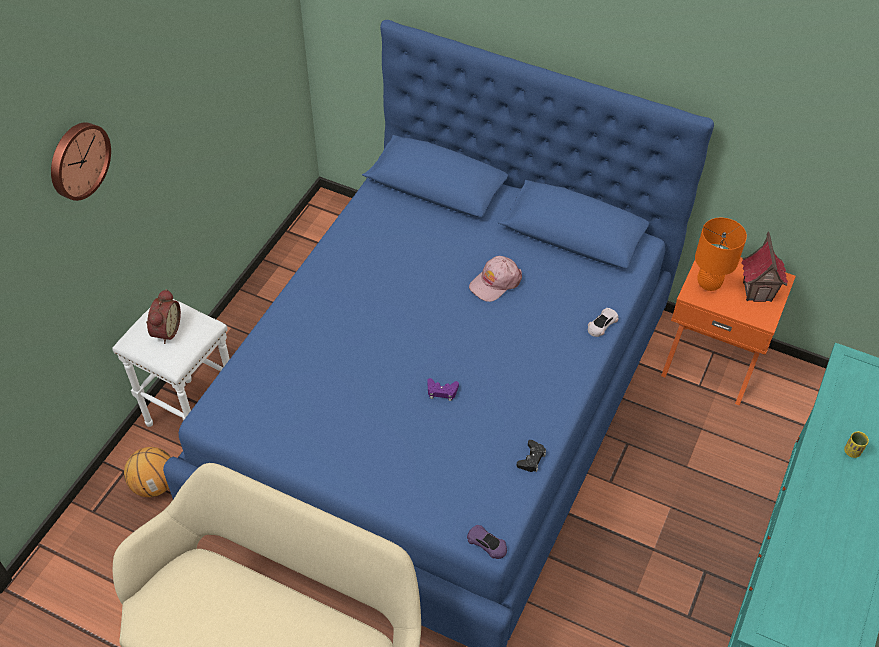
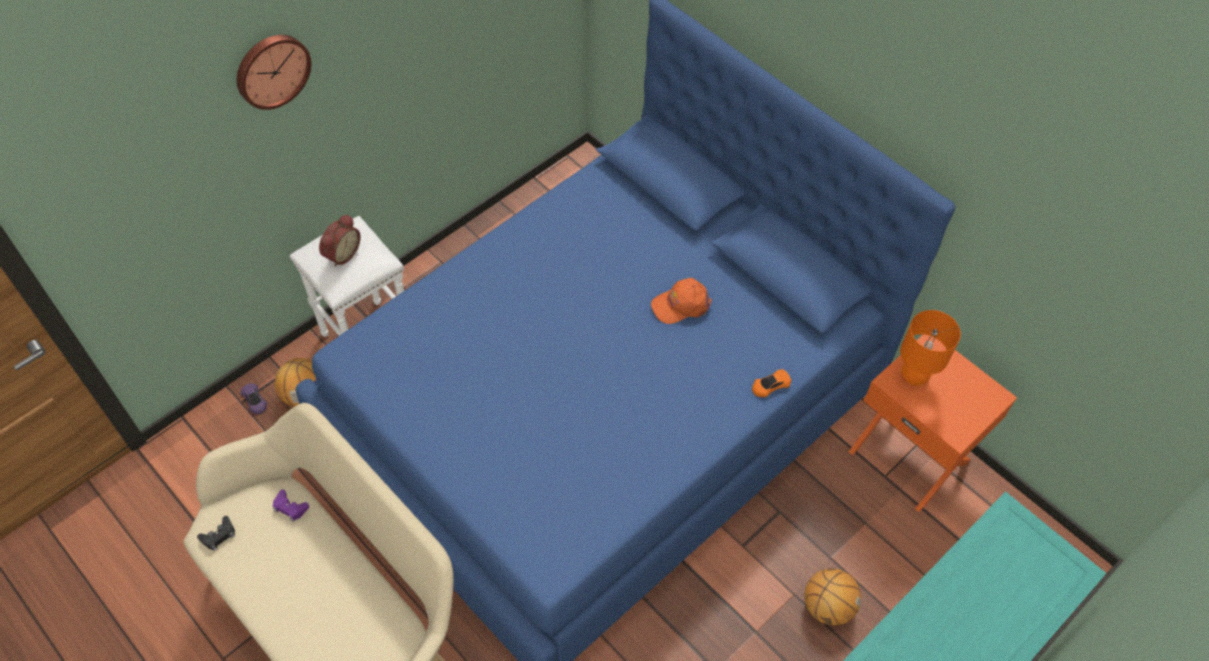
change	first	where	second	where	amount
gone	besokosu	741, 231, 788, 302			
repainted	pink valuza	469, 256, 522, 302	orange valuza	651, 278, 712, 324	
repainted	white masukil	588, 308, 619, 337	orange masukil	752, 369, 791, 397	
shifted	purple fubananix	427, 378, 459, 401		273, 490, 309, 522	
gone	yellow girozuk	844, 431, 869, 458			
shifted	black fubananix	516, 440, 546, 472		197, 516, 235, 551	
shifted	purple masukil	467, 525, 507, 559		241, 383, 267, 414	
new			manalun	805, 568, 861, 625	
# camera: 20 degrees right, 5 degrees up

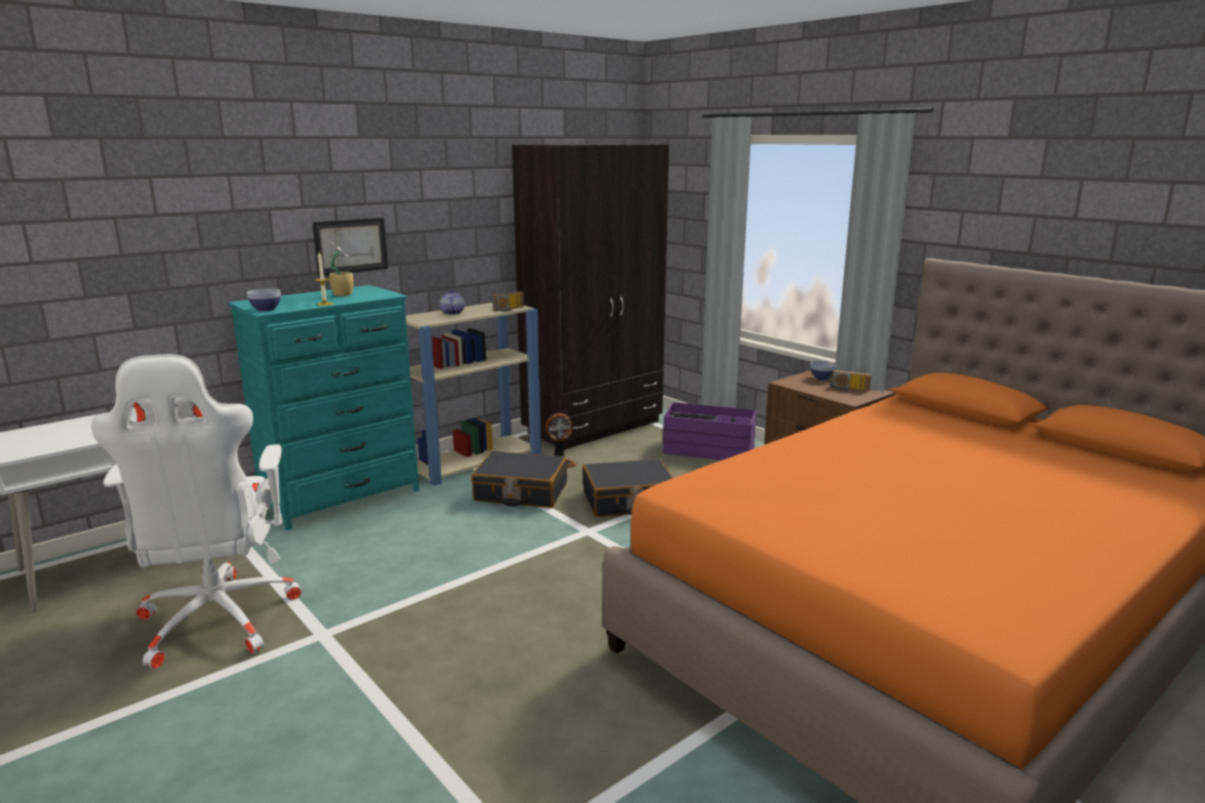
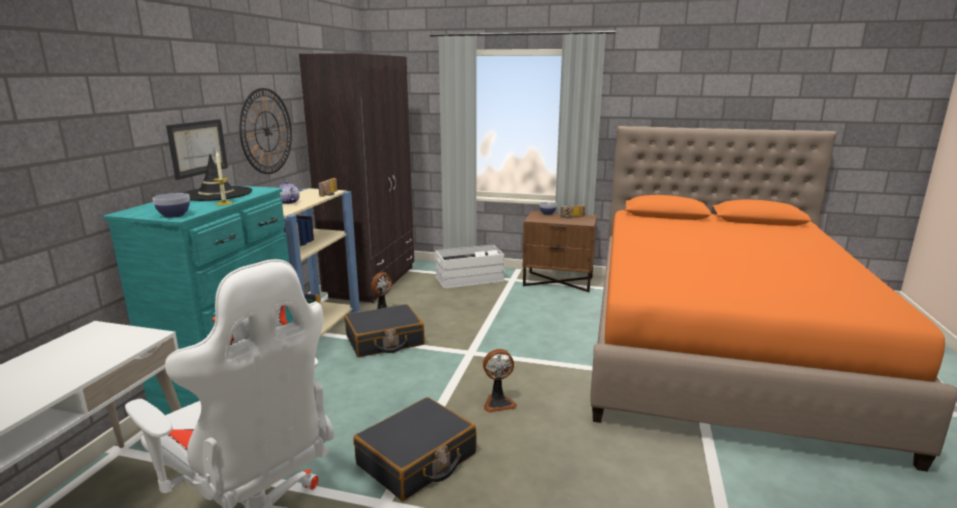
change	first	where	second	where	amount
swapped	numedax	328, 241, 353, 296	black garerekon	183, 154, 252, 201	
repainted	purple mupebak	662, 402, 756, 460	white mupebak	435, 245, 504, 288	
shifted	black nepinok	583, 459, 674, 517		353, 397, 477, 501	
new			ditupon	239, 88, 292, 174	
new			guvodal	483, 349, 517, 413	
# camera: 35 degrees left, 0 degrees up

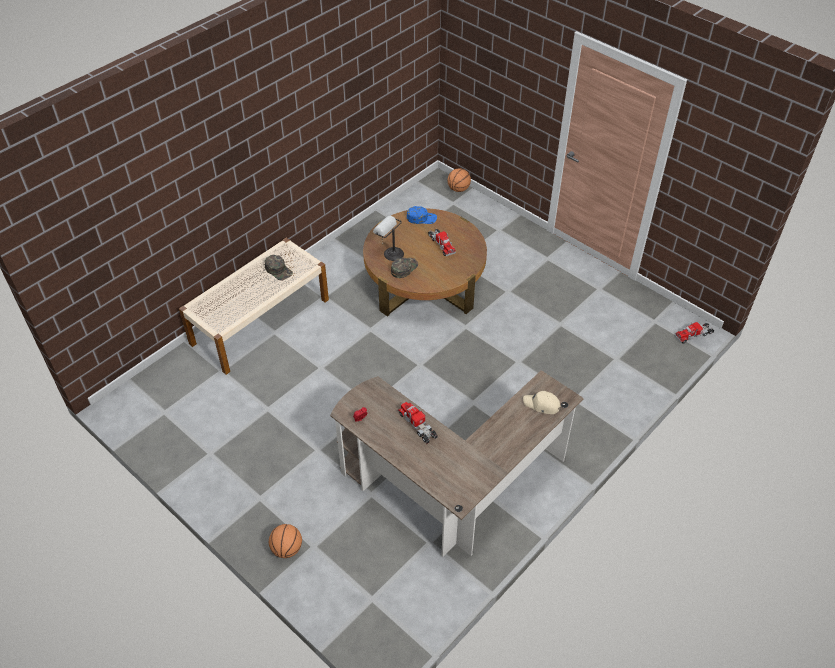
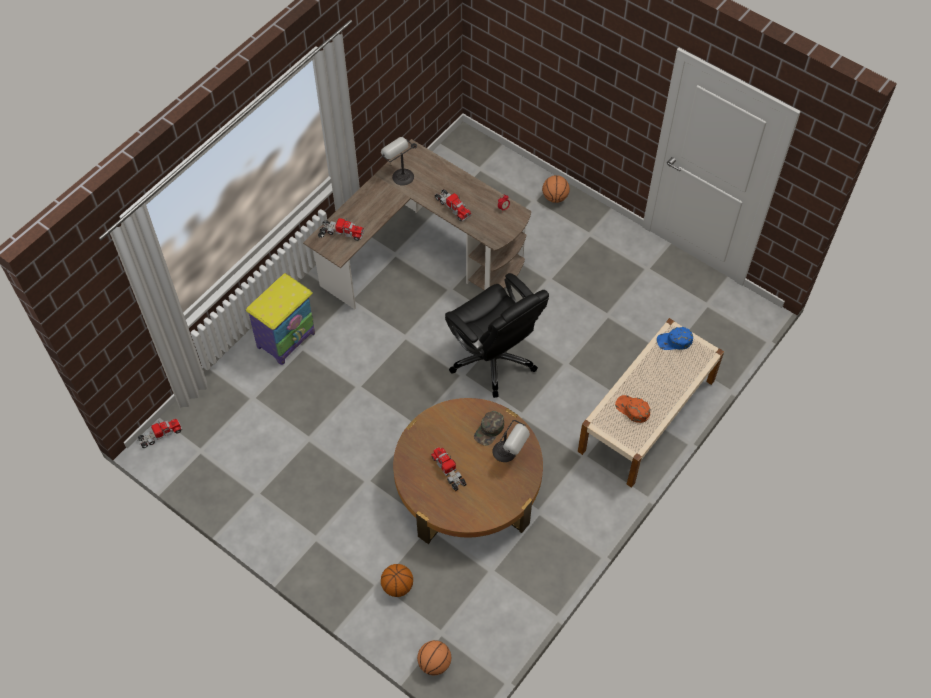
change	first	where	second	where	amount
shifted	blue valuza	407, 206, 437, 224		657, 327, 693, 350	
repainted	green valuza	265, 255, 293, 281	orange valuza	615, 395, 650, 423	
swapped	beige valuza	523, 391, 561, 414	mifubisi	320, 218, 364, 241	
new			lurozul	381, 137, 414, 186	
new			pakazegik	246, 273, 315, 365	
new			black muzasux	445, 273, 549, 398	
new			manalun	381, 564, 413, 597	
# camera: 175 degrees right, 10 degrees up

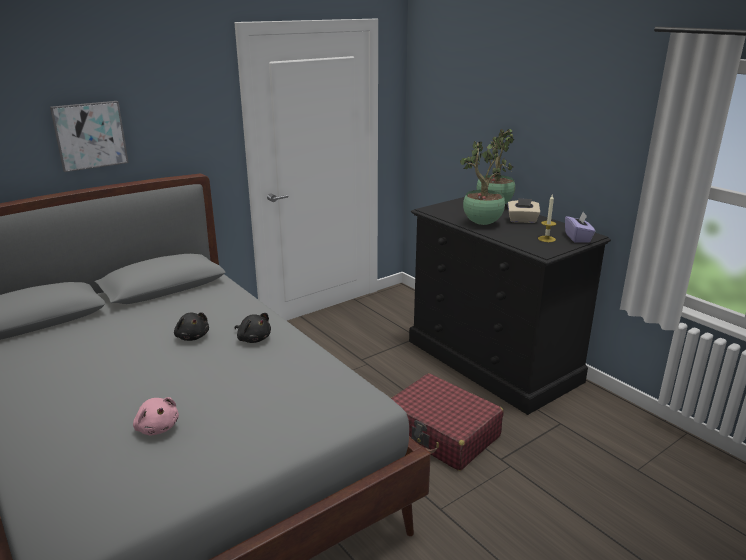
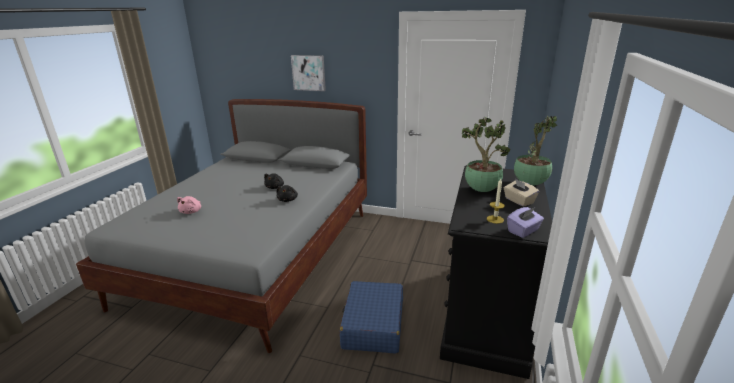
change	first	where	second	where	amount
repainted	red nepinok	391, 373, 504, 471	blue nepinok	340, 281, 403, 354	
# camera: 55 degrees right, 0 degrees up

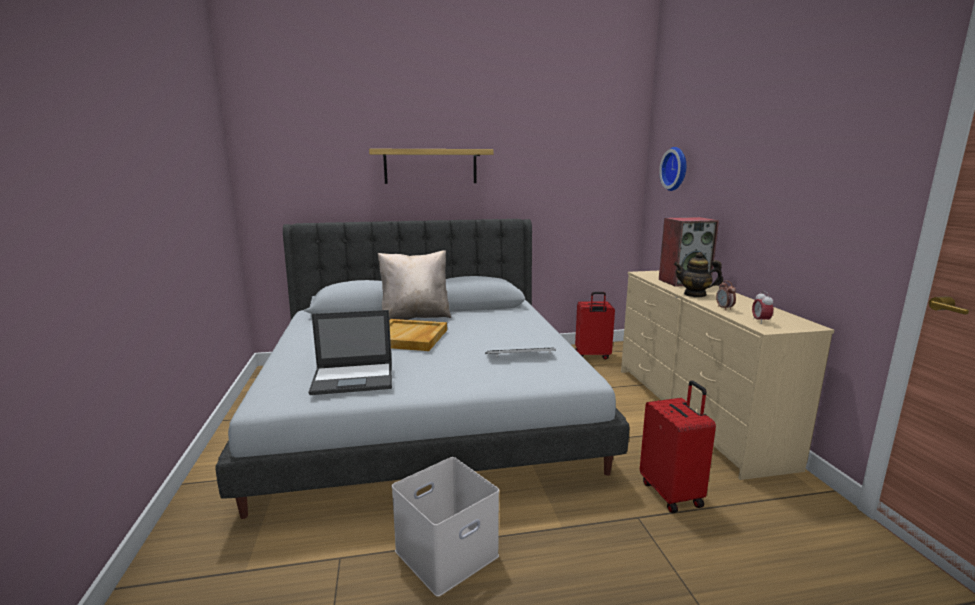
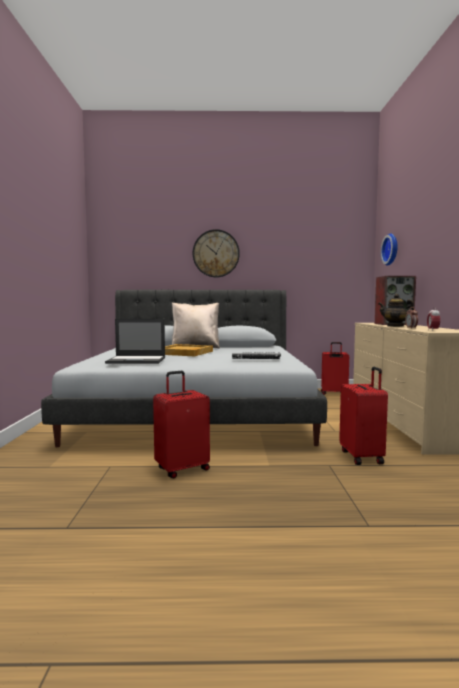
change	first	where	second	where	amount
swapped	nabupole	369, 149, 494, 184	ditupon	193, 229, 240, 277	
swapped	white mupebak	392, 457, 499, 597	red nepinok	153, 371, 210, 479	
# camera: 10 degrees right, 10 degrees down

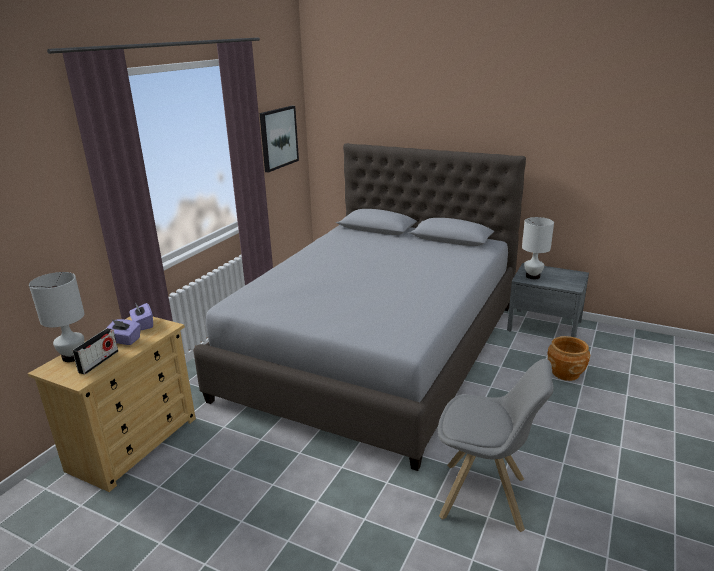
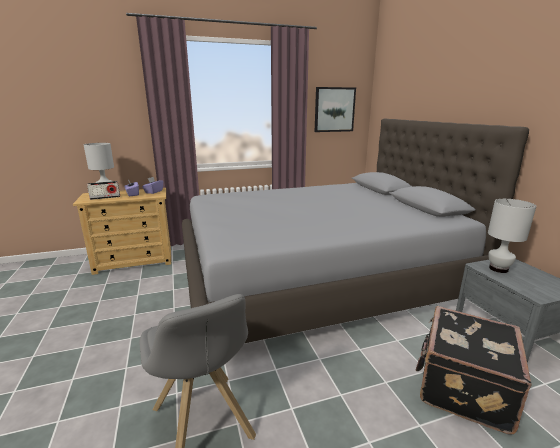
change	first	where	second	where	amount
swapped	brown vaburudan	548, 336, 590, 381	black nepinok	416, 306, 531, 435	
# camera: 45 degrees right, 5 degrees down

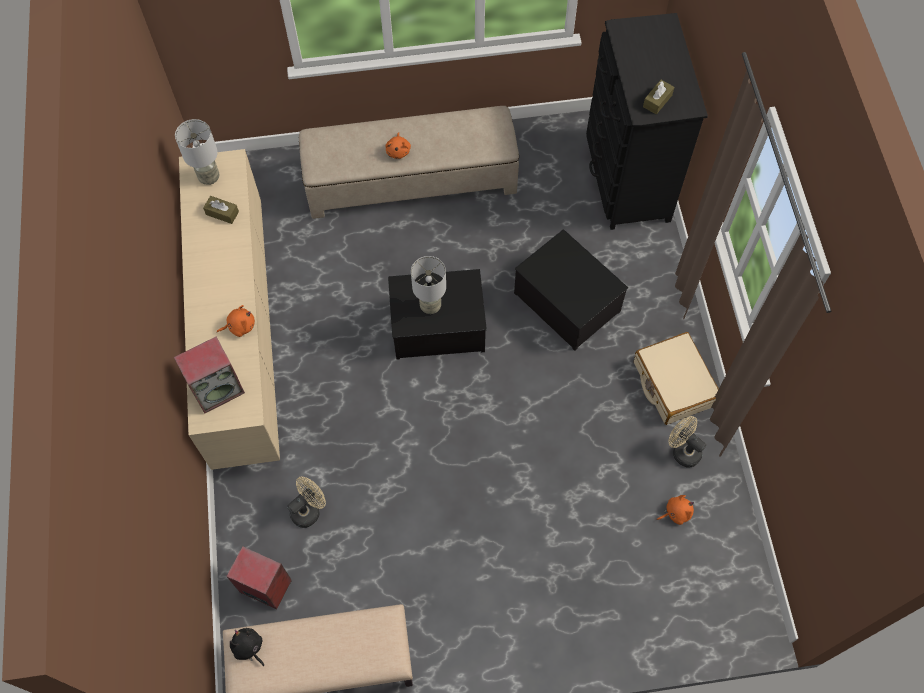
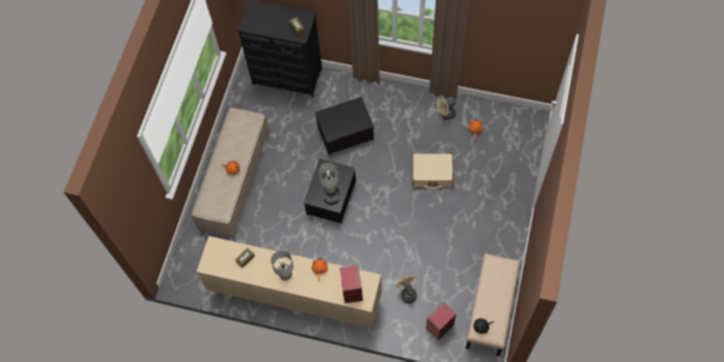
change	first	where	second	where	amount
shifted	grey lurozul	175, 119, 219, 185		271, 250, 294, 281	
shifted	beige nepinok	634, 332, 719, 425		412, 153, 454, 190	
# camera: 65 degrees left, 0 degrees up

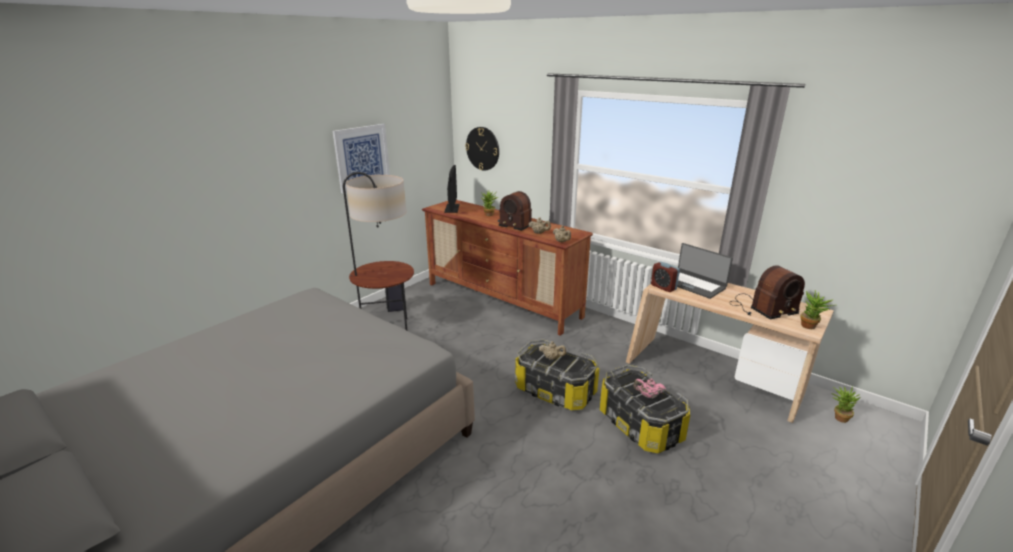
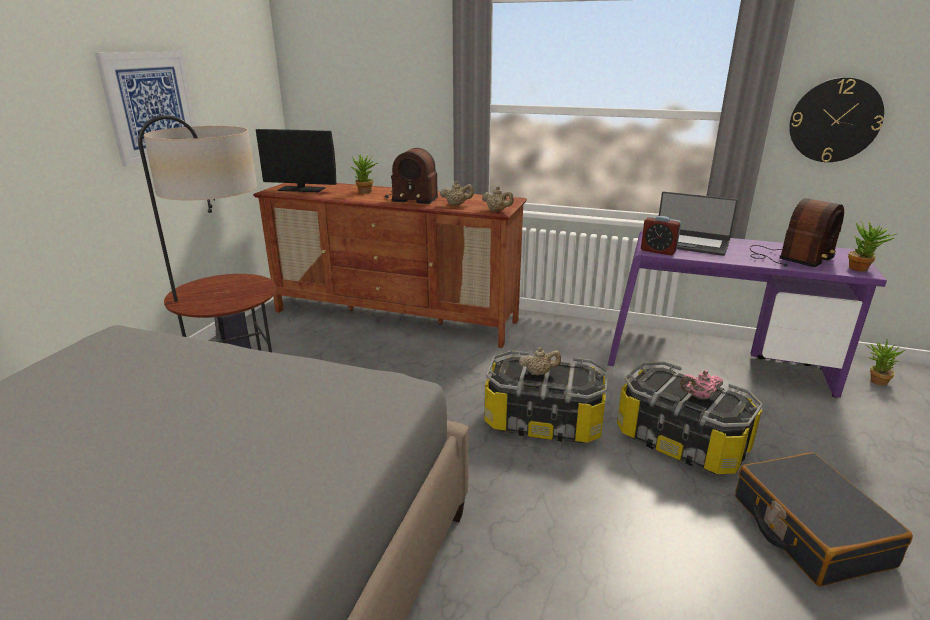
change	first	where	second	where	amount
shifted	ditupon	465, 127, 499, 171		789, 77, 884, 162	
rotated	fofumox	444, 165, 460, 213		256, 129, 336, 192	120 degrees clockwise
repainted	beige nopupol	626, 283, 834, 423	purple nopupol	608, 231, 887, 398	
new			black nepinok	735, 452, 913, 586	
# camera: 20 degrees left, 0 degrees up

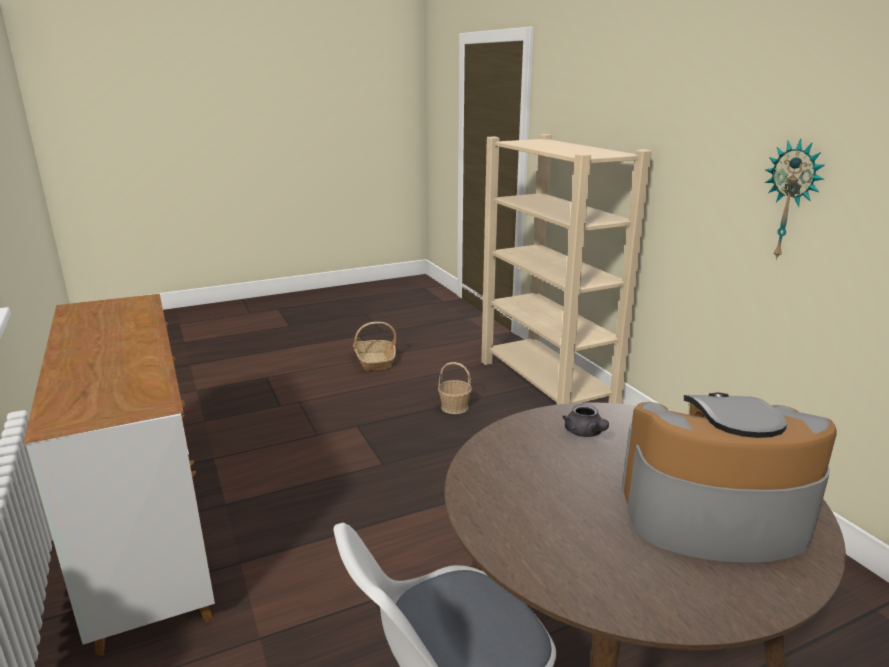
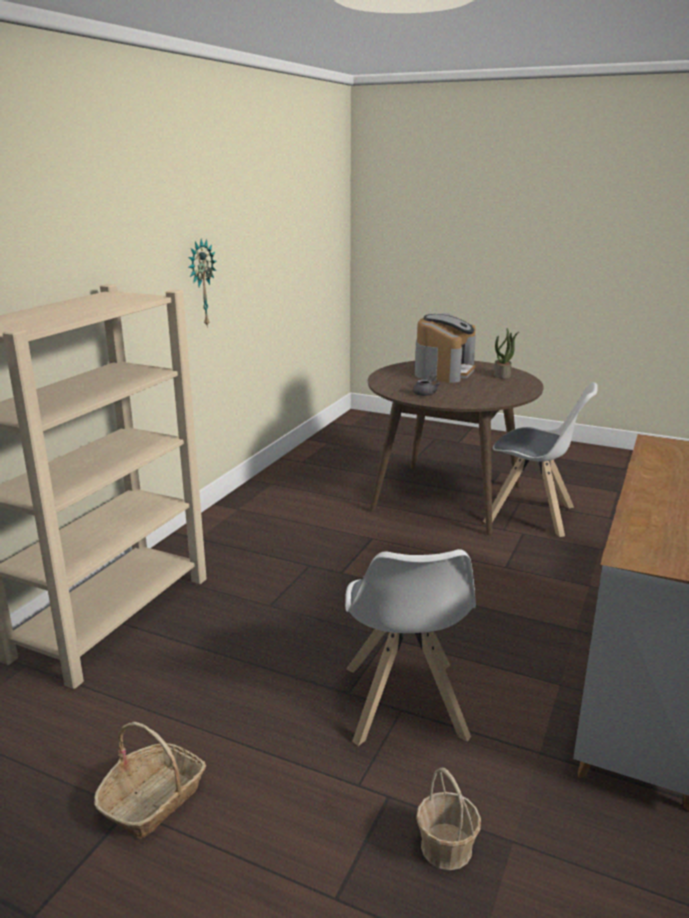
change	first	where	second	where	amount
shifted	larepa	438, 362, 472, 414		416, 767, 481, 870	
rotated	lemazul	622, 393, 836, 563		415, 313, 476, 383	120 degrees counterclockwise
new			numedax	494, 328, 519, 379	
new			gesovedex	345, 549, 476, 746	
# camera: 130 degrees left, 0 degrees up

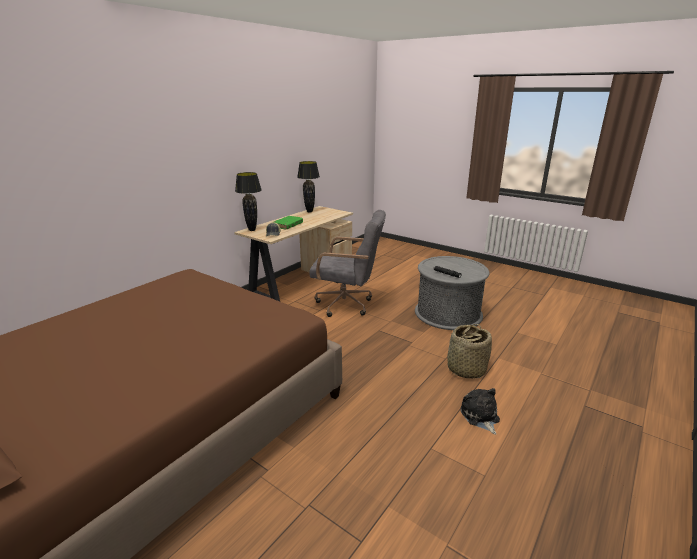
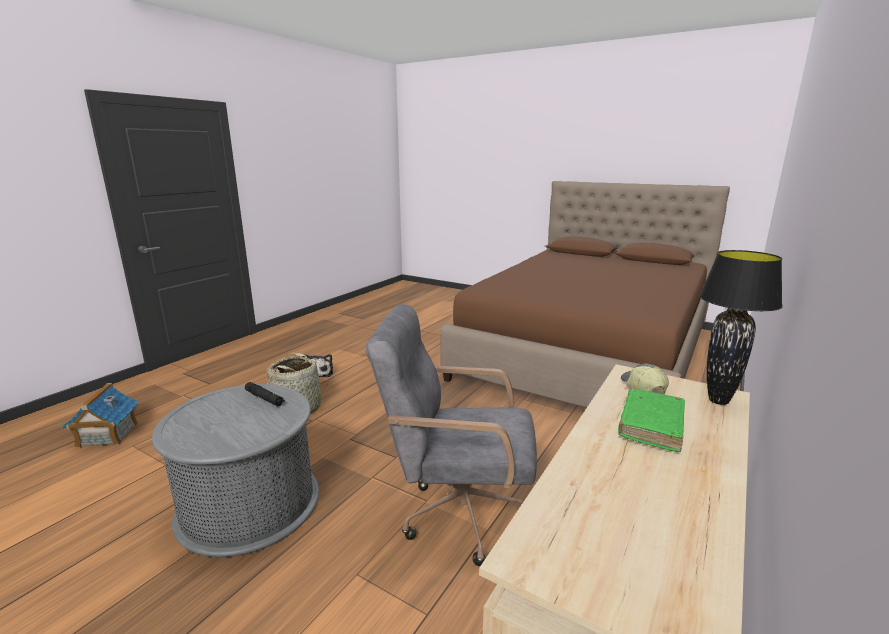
change	first	where	second	where	amount
gone	black lurozul	297, 161, 320, 213			
new			besokosu	62, 383, 139, 448	
# camera: 175 degrees right, 5 degrees down

